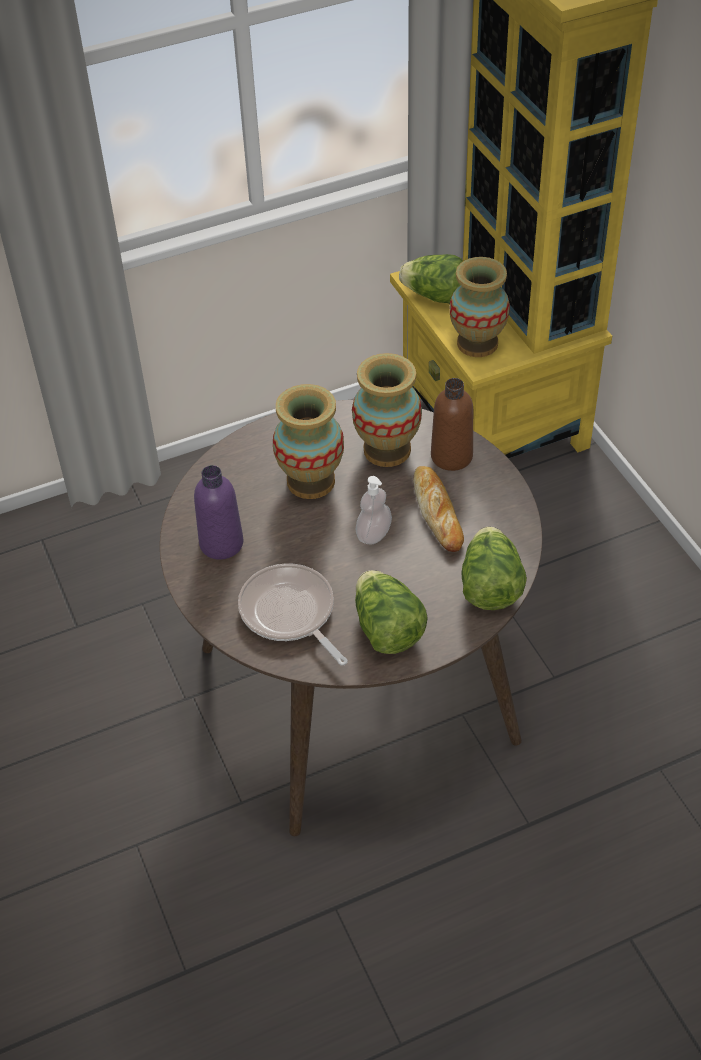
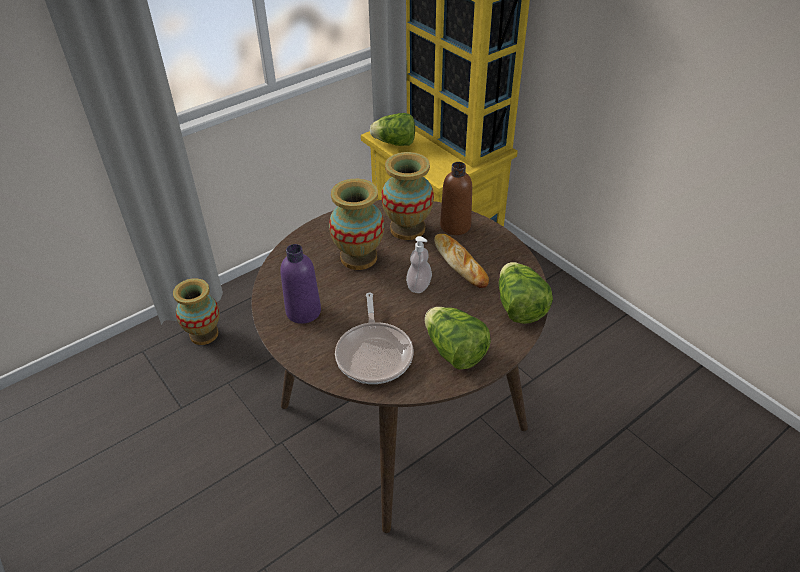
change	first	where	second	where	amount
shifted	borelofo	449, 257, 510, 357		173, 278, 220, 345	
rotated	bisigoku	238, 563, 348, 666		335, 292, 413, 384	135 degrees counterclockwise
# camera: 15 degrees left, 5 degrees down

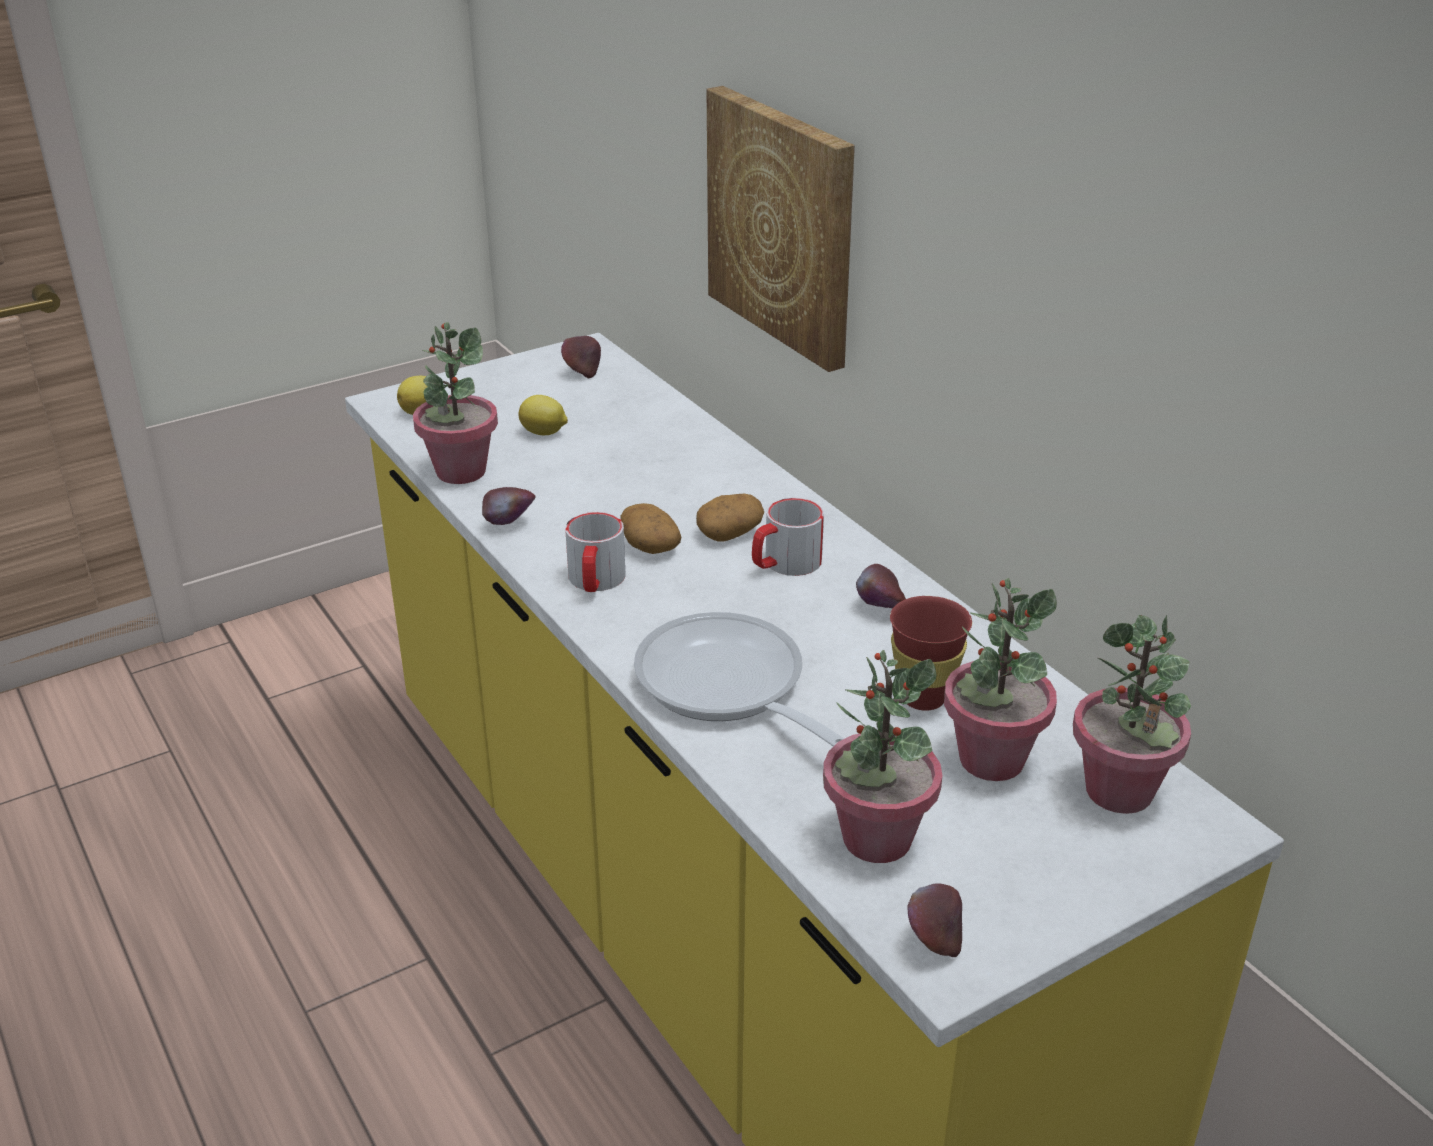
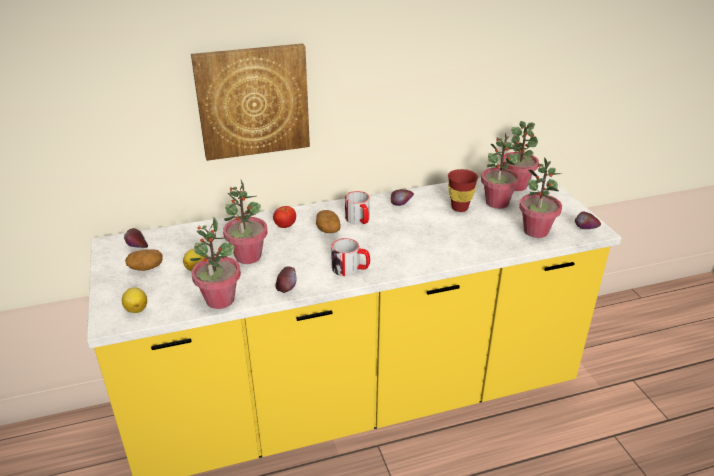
change	first	where	second	where	amount
shifted	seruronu	620, 503, 681, 554		125, 249, 163, 271	
gone	bisigoku	634, 612, 844, 746			
new			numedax	223, 180, 268, 264	
new			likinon	273, 206, 296, 228	
# camera: 75 degrees left, 0 degrees up

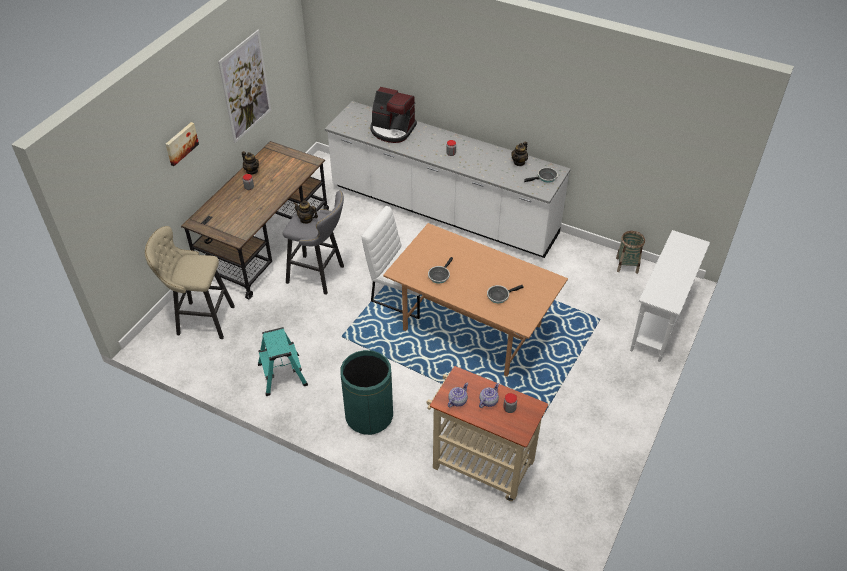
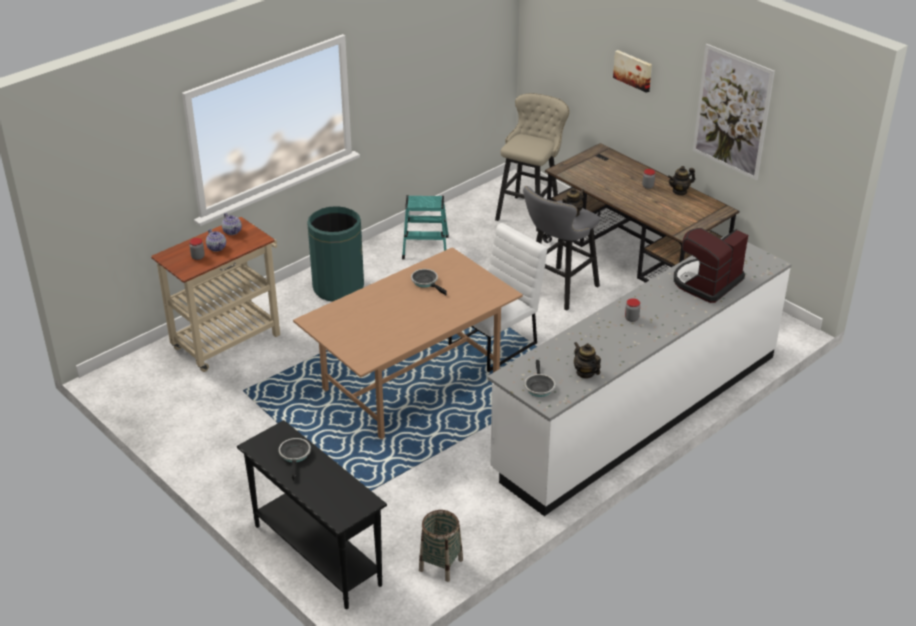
change	first	where	second	where	amount
repainted	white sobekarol	630, 230, 710, 362	black sobekarol	237, 420, 387, 609	
shifted	bisigoku	487, 285, 524, 303		279, 438, 311, 481	
# camera: 110 degrees right, 10 degrees down

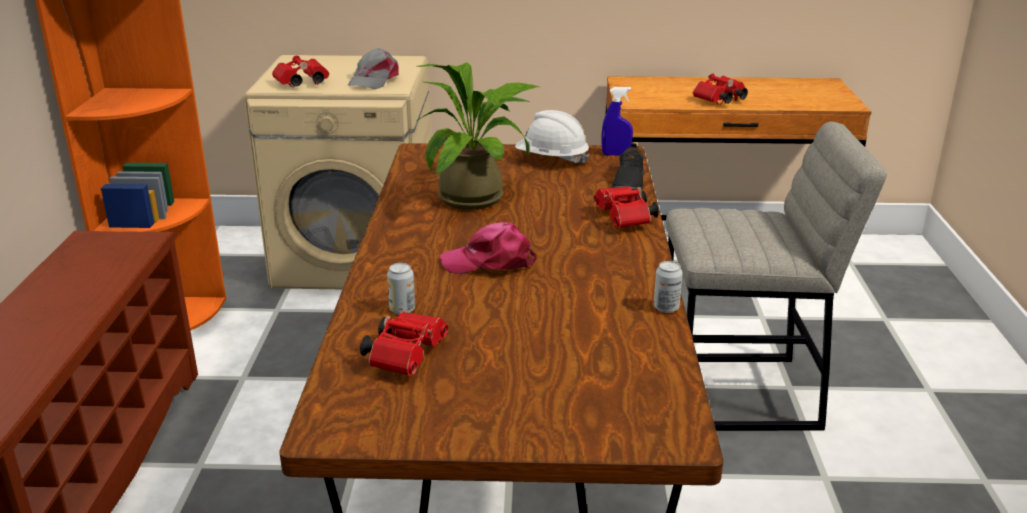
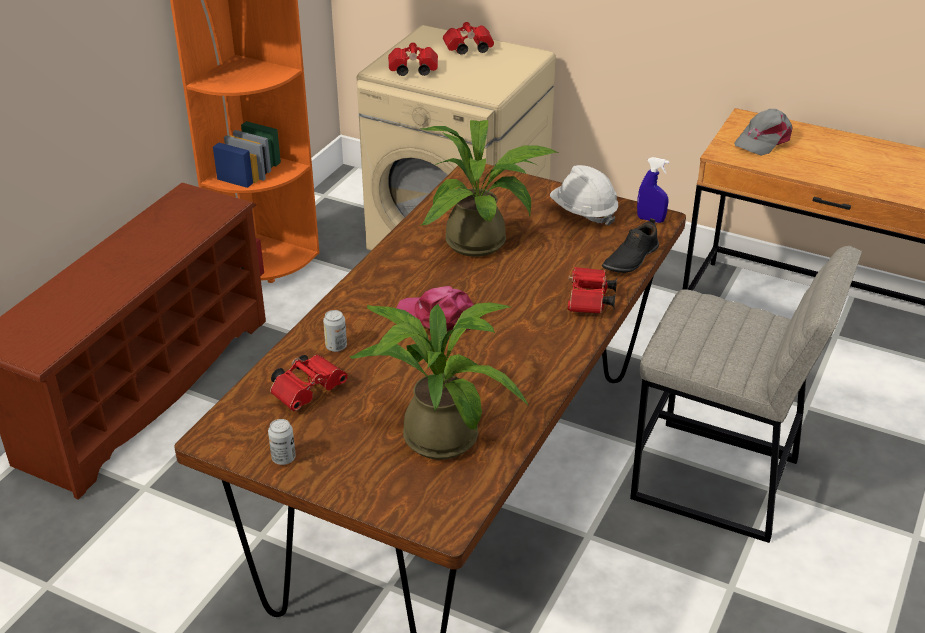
change	first	where	second	where	amount
shifted	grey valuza	348, 48, 399, 89		734, 109, 792, 156	
shifted	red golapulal	693, 73, 748, 105		443, 22, 494, 55	
shifted	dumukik	654, 261, 683, 313		268, 419, 296, 465	
new			numedax	349, 302, 528, 460	
# camera: 25 degrees right, 10 degrees up

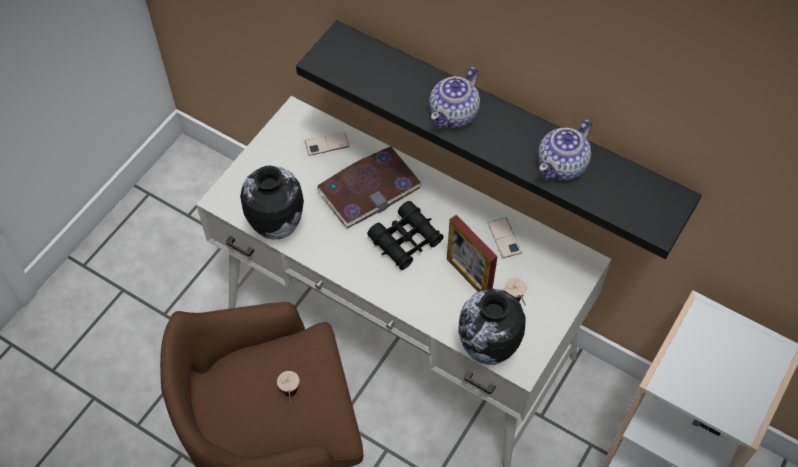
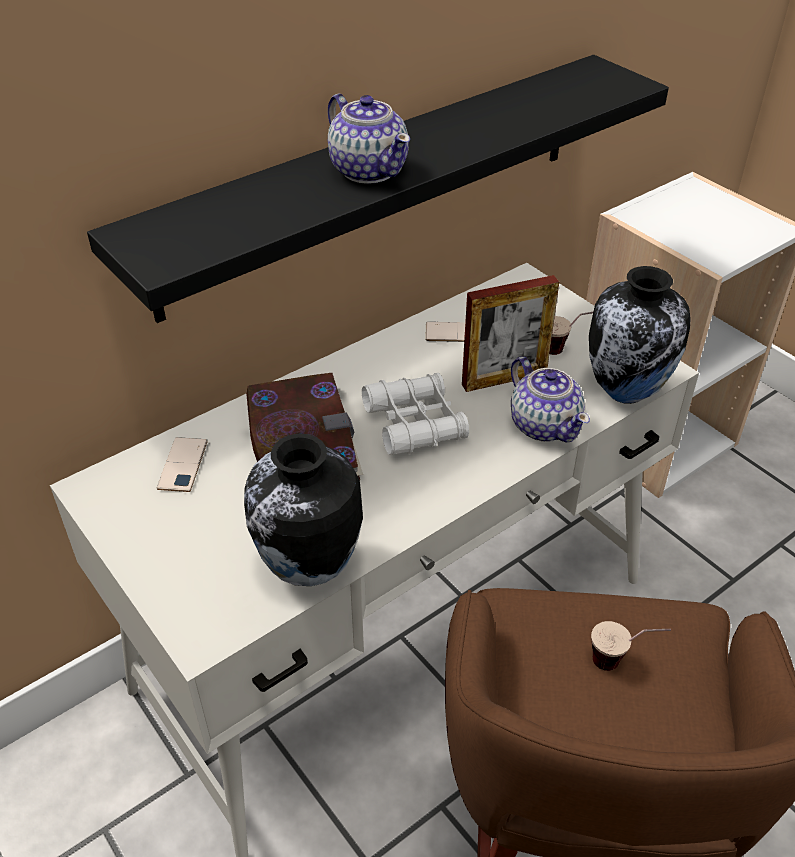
change	first	where	second	where	amount
shifted	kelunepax	538, 119, 592, 181		511, 357, 590, 442	
repainted	black golapulal	367, 201, 444, 270	white golapulal	362, 373, 469, 455	
# camera: 70 degrees left, 15 degrees down

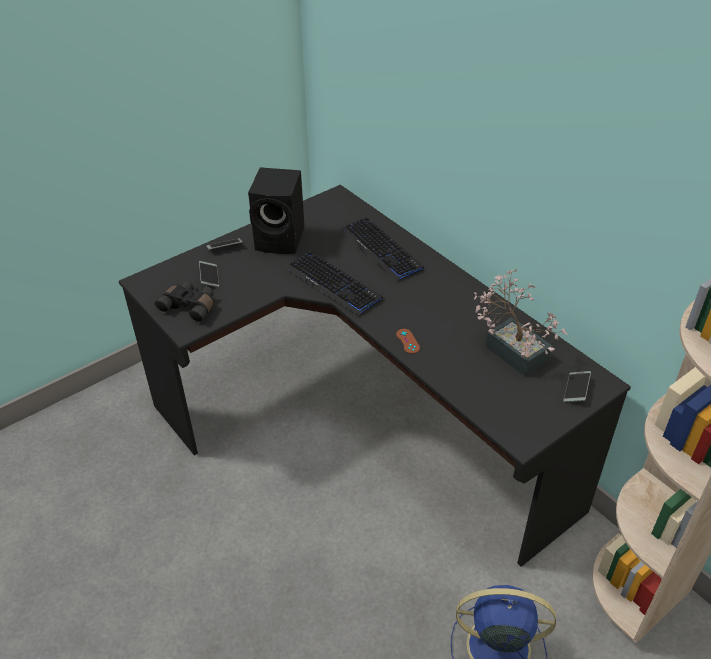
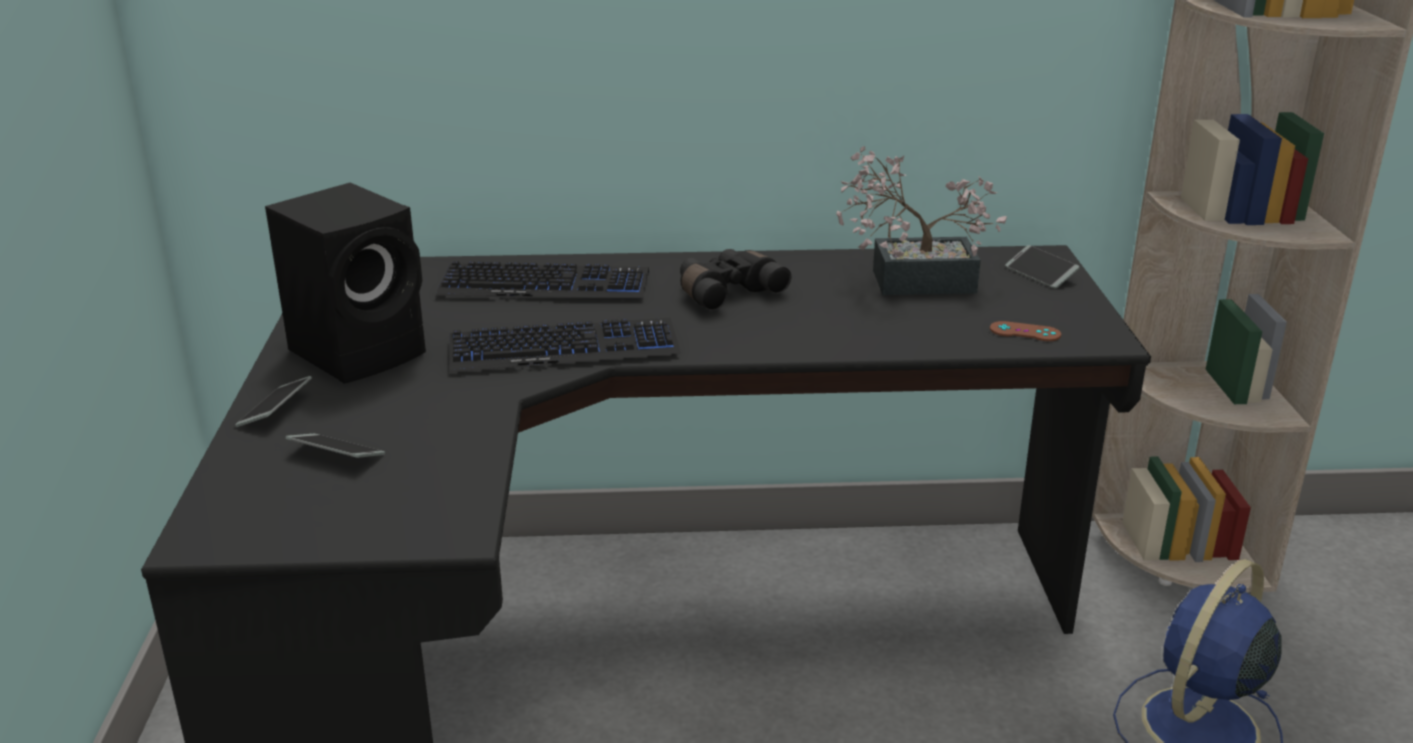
change	first	where	second	where	amount
shifted	black golapulal	155, 281, 214, 323		680, 249, 791, 311	
shifted	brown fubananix	396, 329, 420, 354		990, 321, 1061, 341	
# camera: 55 degrees left, 15 degrees down

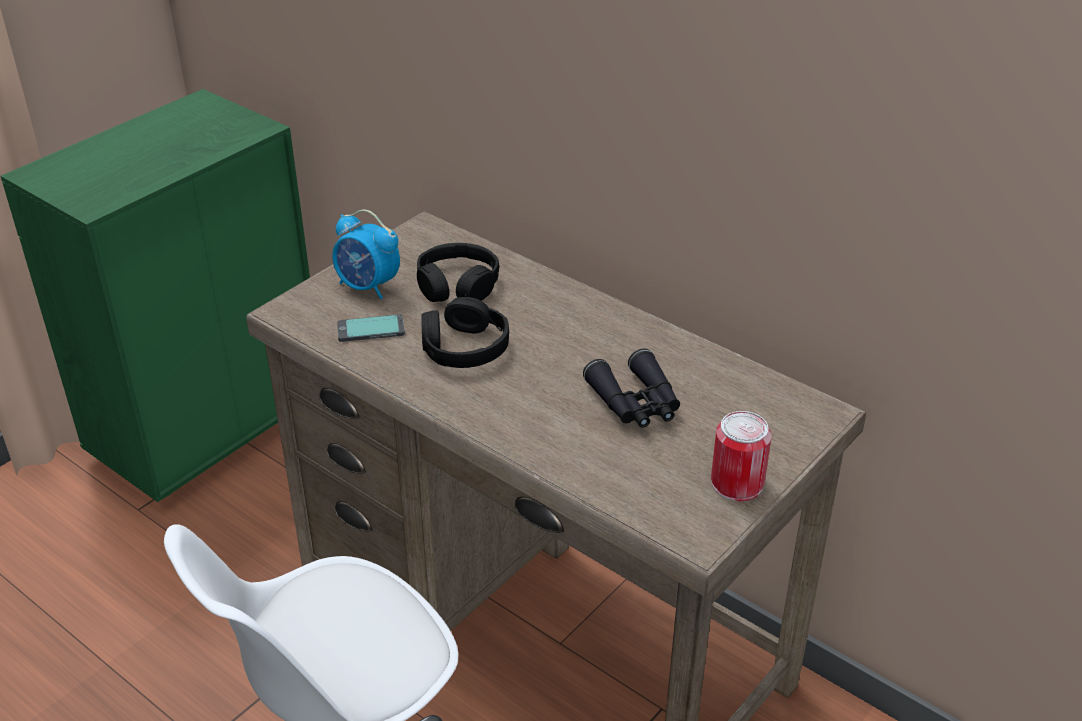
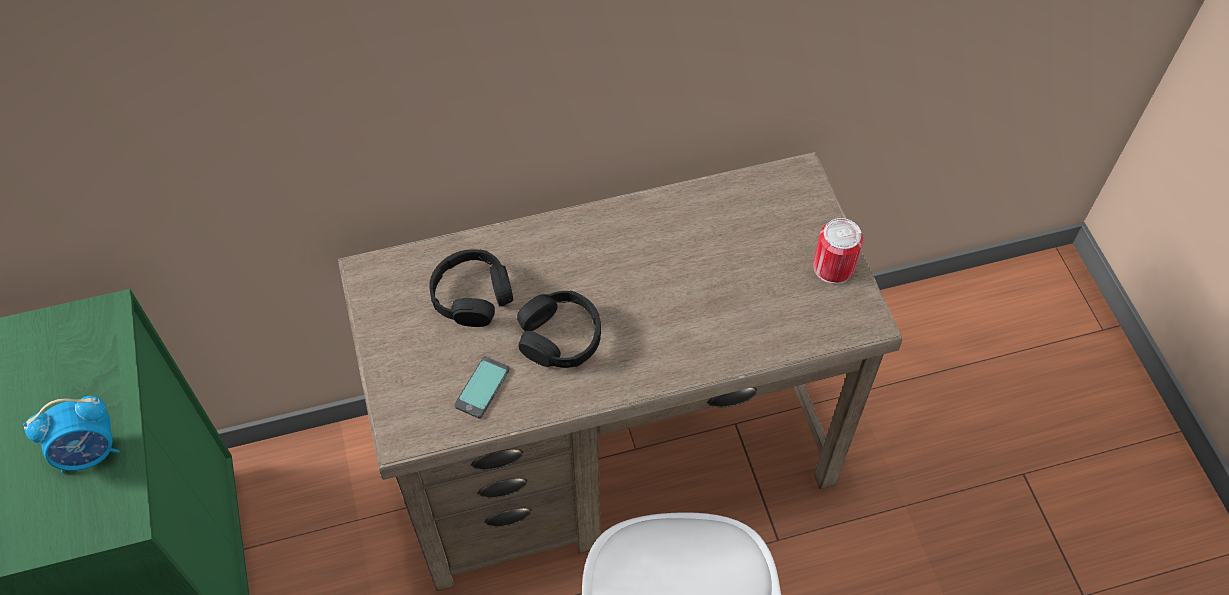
change	first	where	second	where	amount
shifted	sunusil	332, 209, 400, 299		23, 396, 120, 473	
gone	black golapulal	583, 348, 680, 428			
# camera: 55 degrees left, 20 degrees up

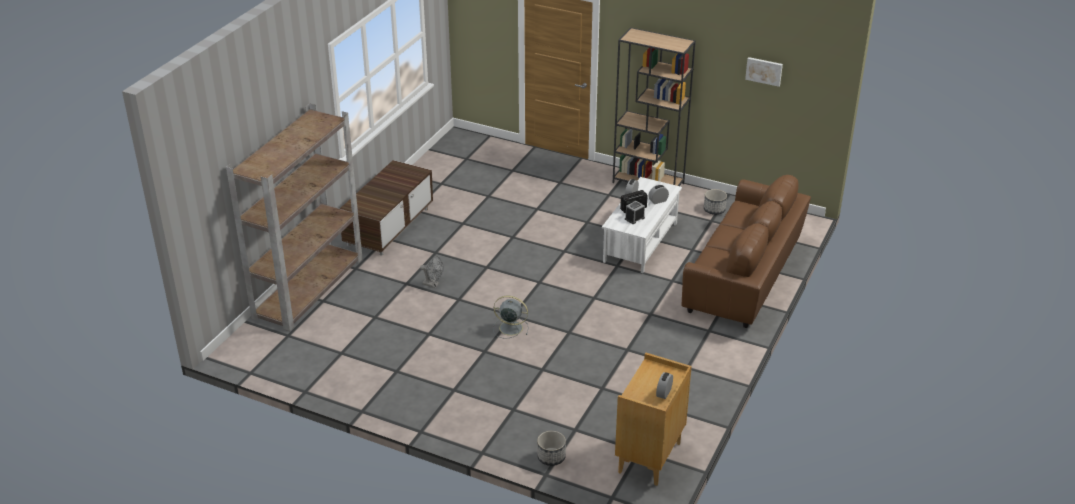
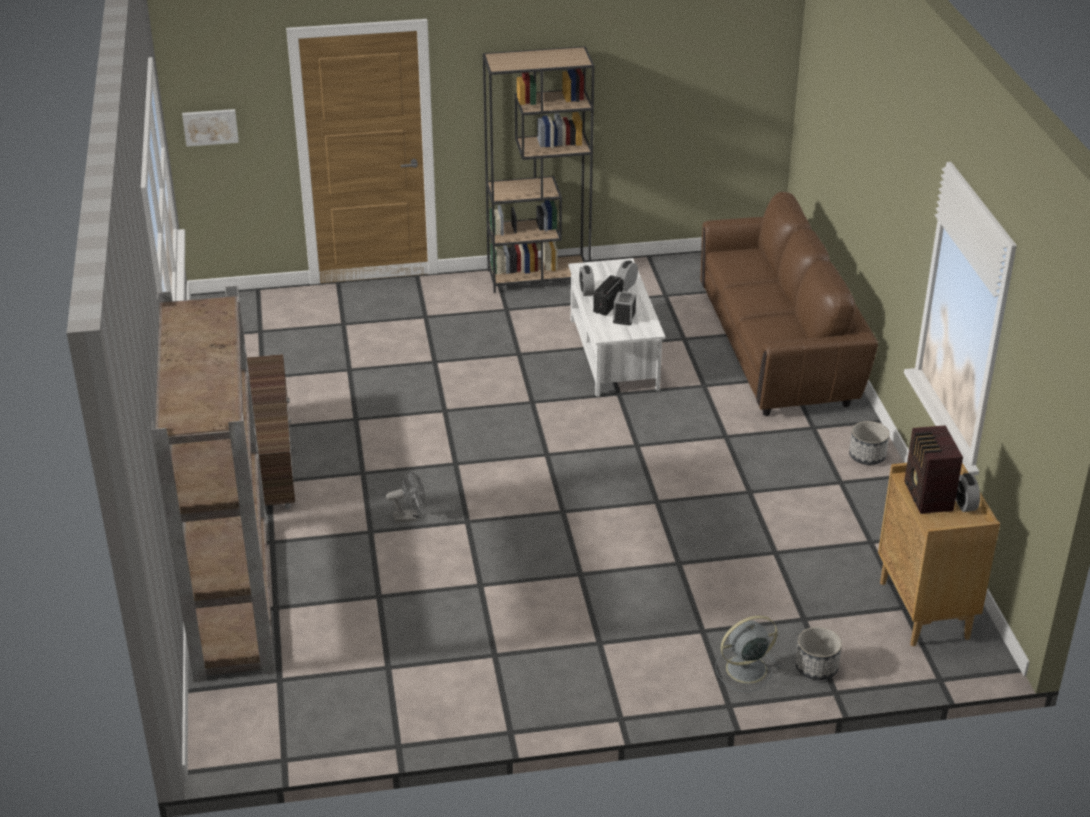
change	first	where	second	where	amount
shifted	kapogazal	745, 57, 783, 87		182, 109, 239, 147	
shifted	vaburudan	704, 189, 727, 215		849, 421, 890, 465	
shifted	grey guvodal	493, 296, 529, 339		715, 615, 780, 692	
new			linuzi	904, 425, 963, 514	
# camera: 35 degrees left, 0 degrees up

